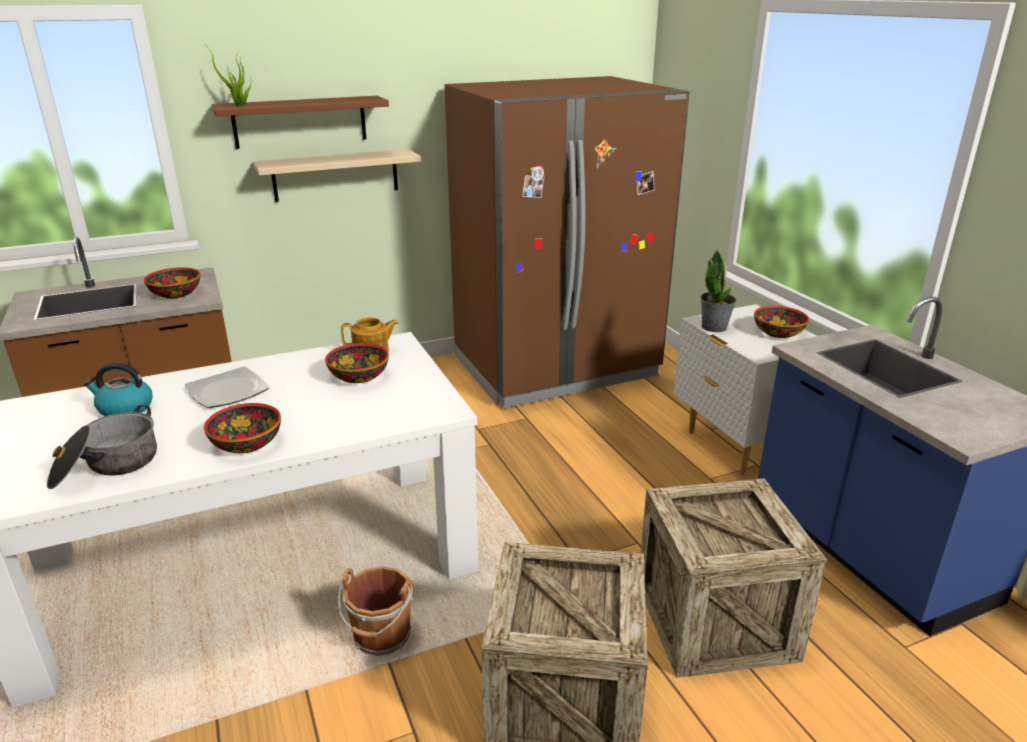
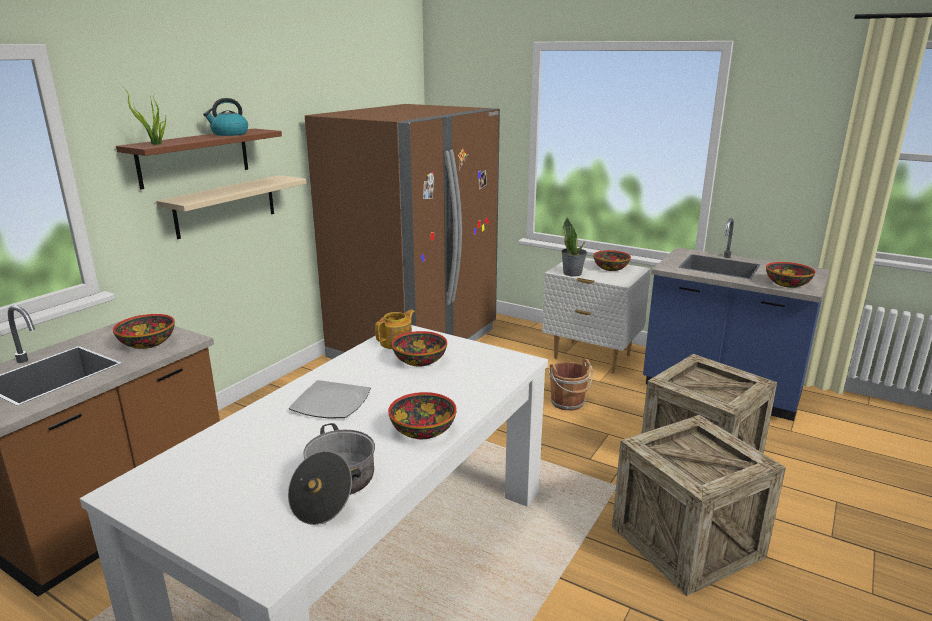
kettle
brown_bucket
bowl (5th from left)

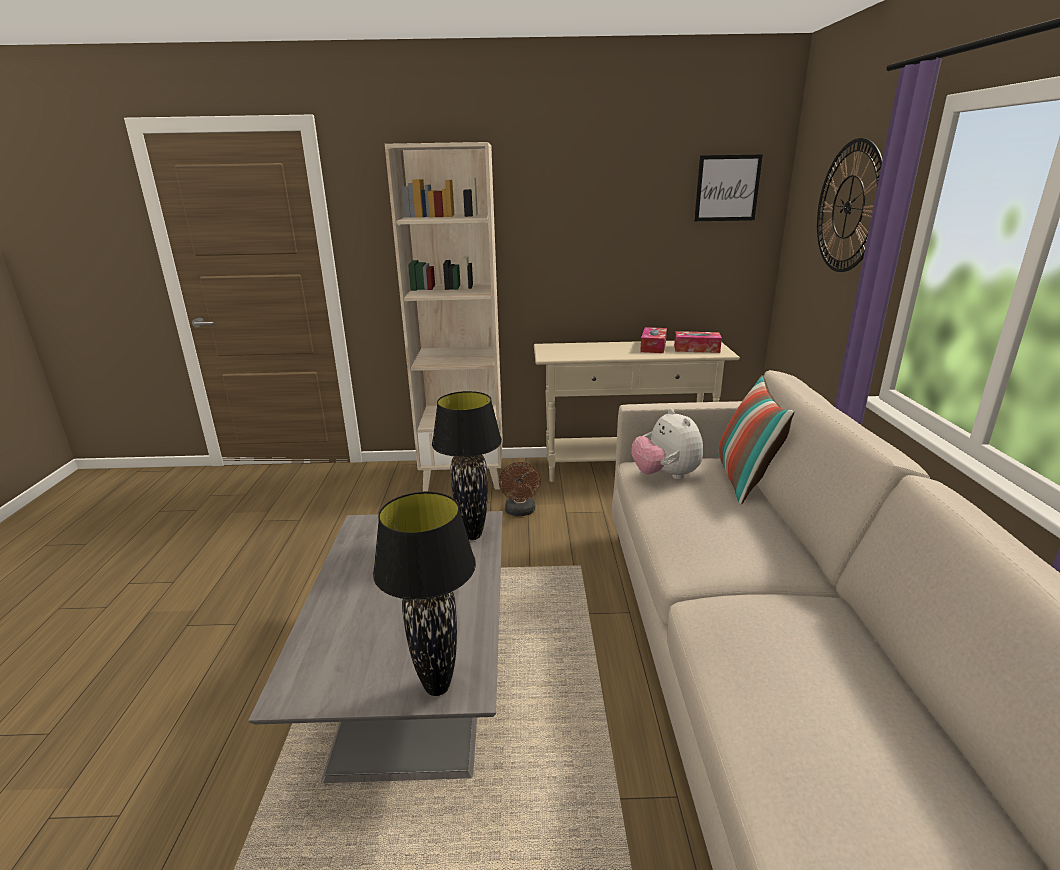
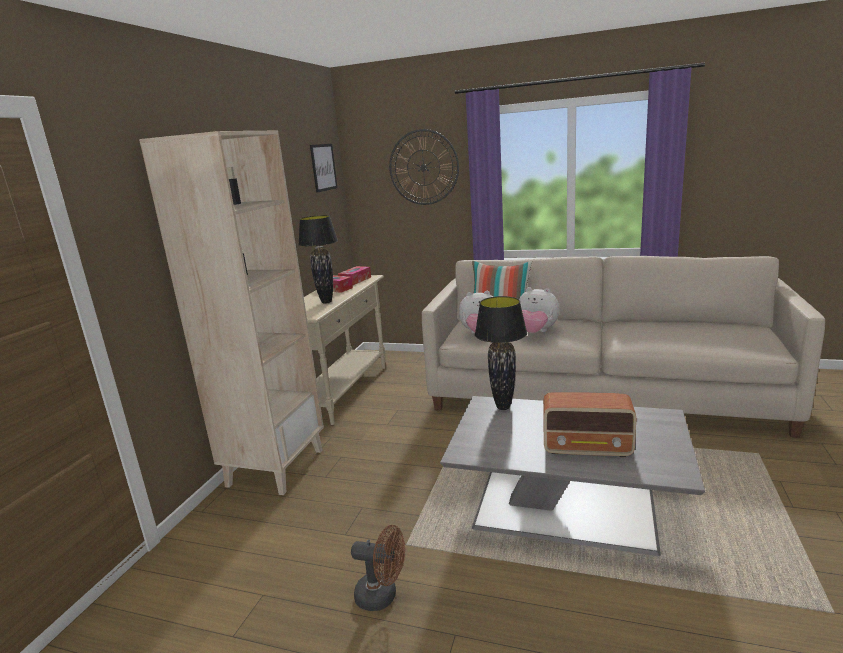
black_table_lamp (1st from left)
brown_fan
plush_toy (2nd from left)
radio

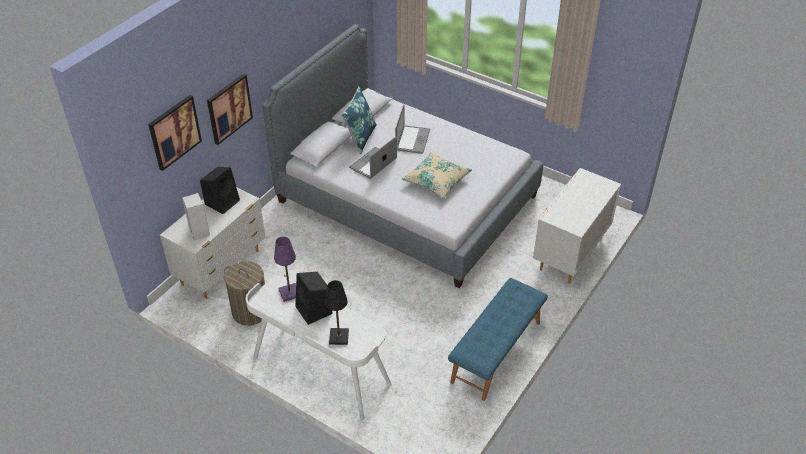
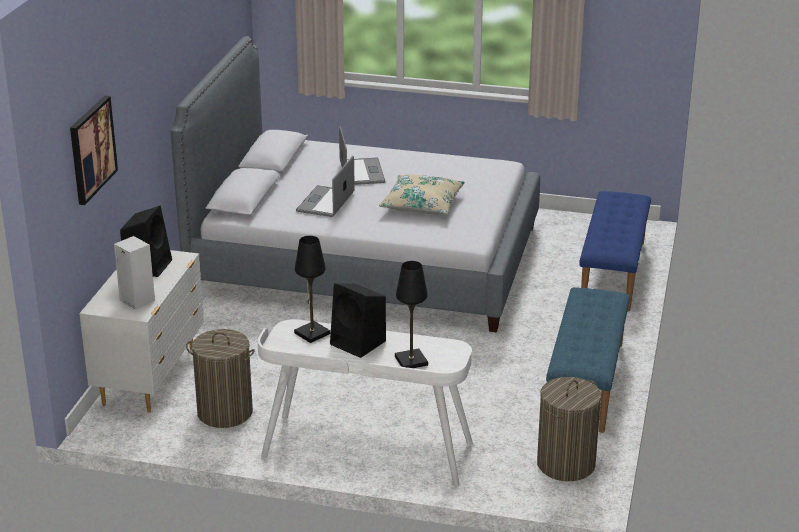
black_table_lamp (1st from left)
laundry_basket (2nd from left)
blue_bench (2nd from left)
picture (2nd from left in the first image)
blue_pillow

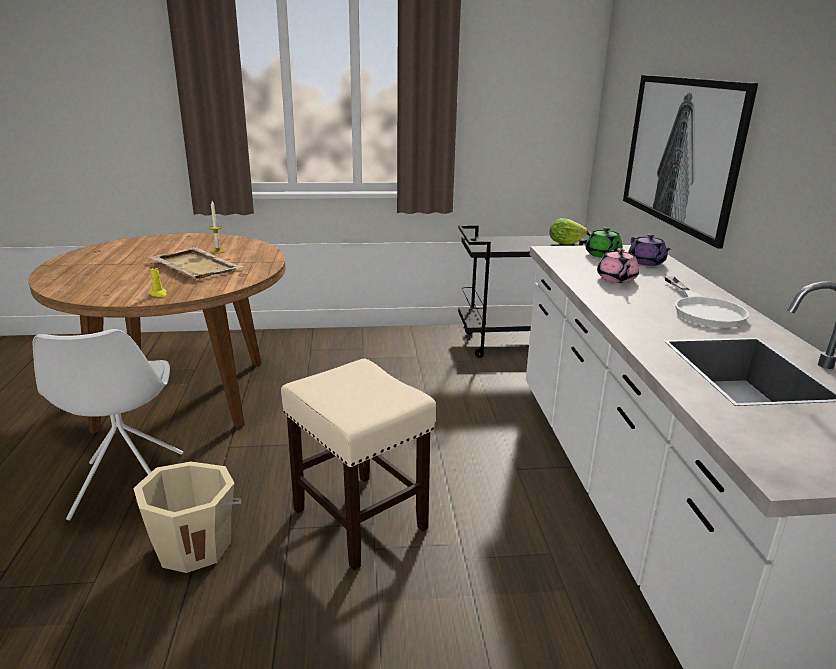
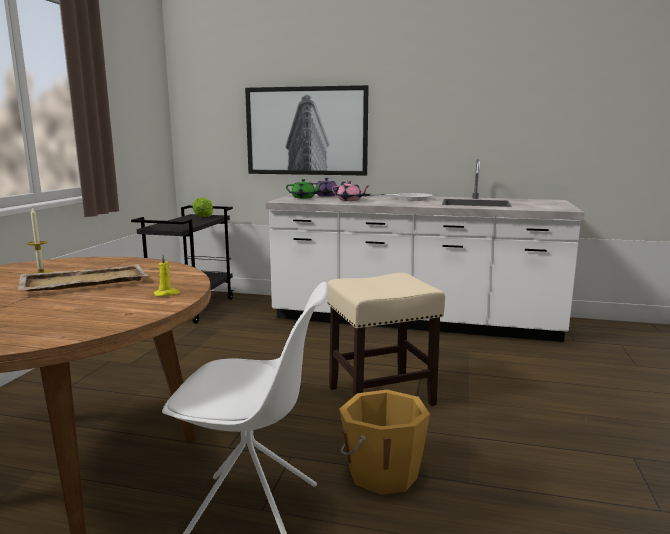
orange_bucket

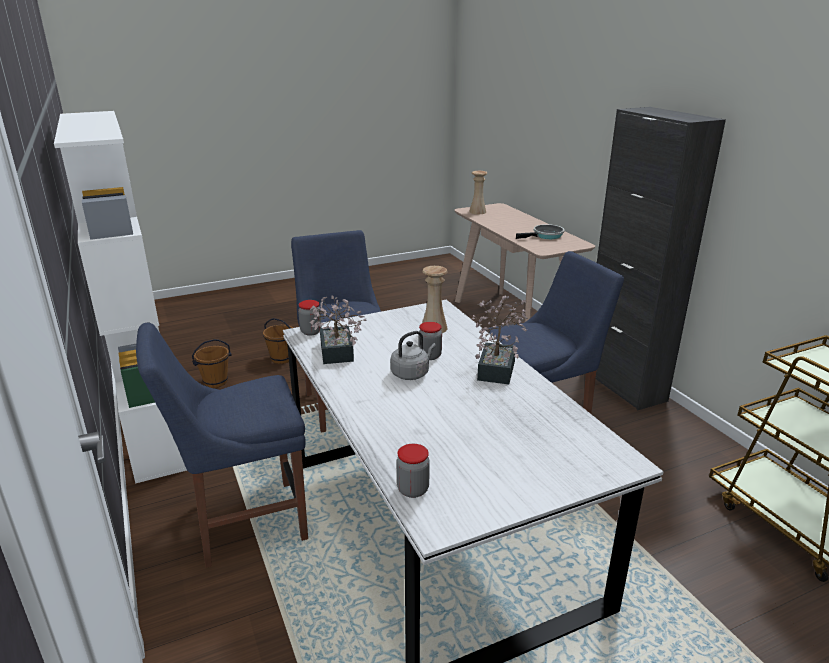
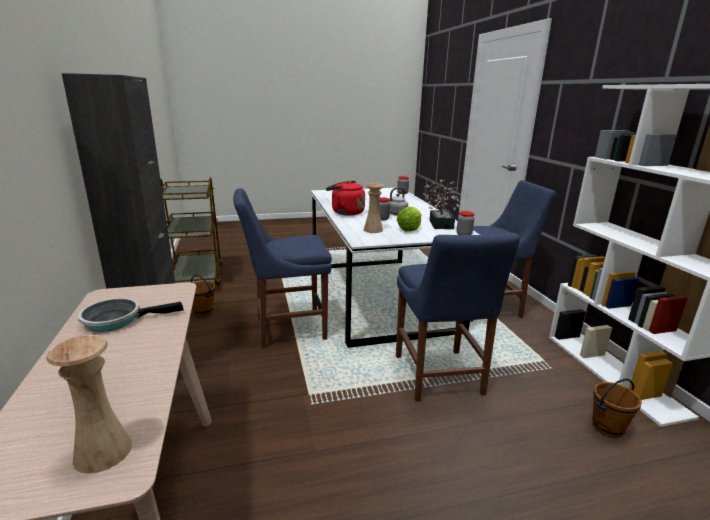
brown_bucket (1st from left)
red_kettle
lettuce

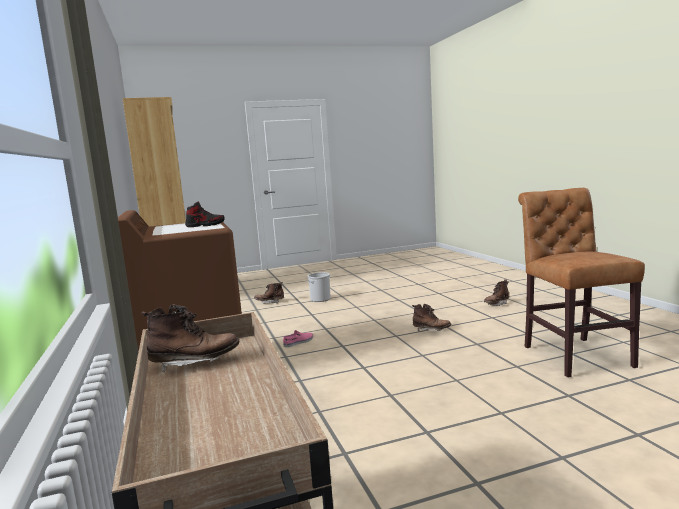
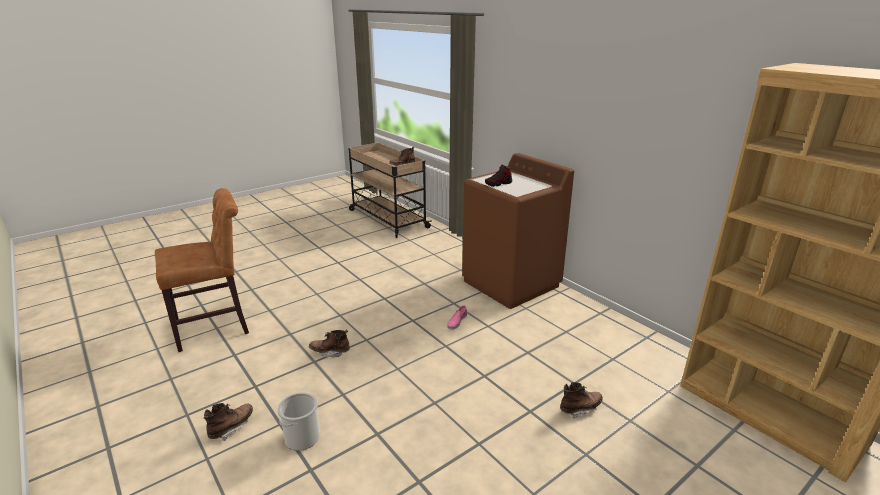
brown_chair
bucket

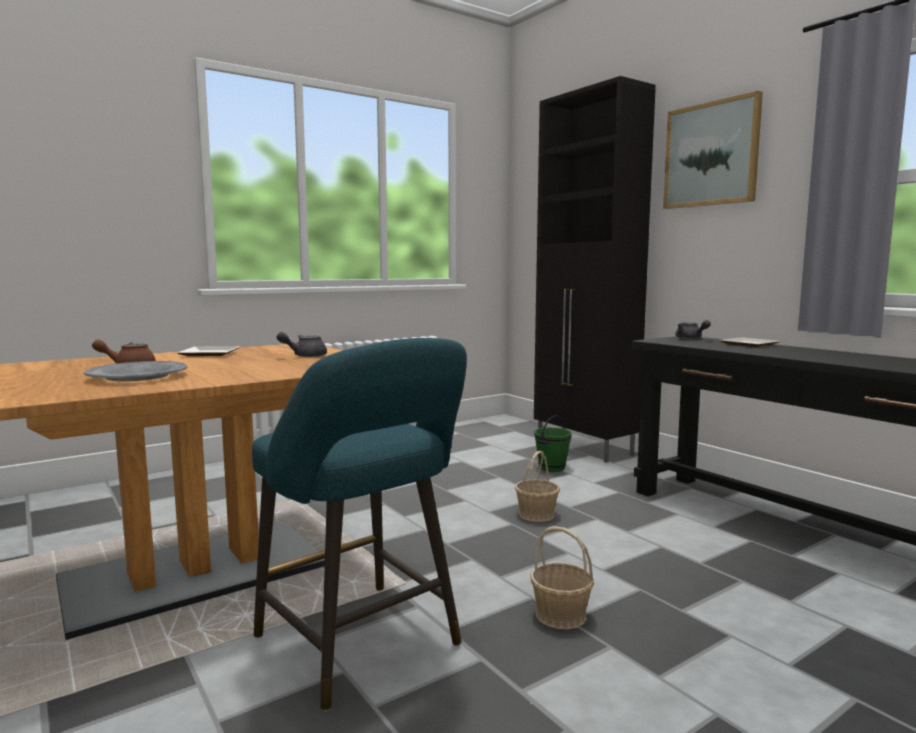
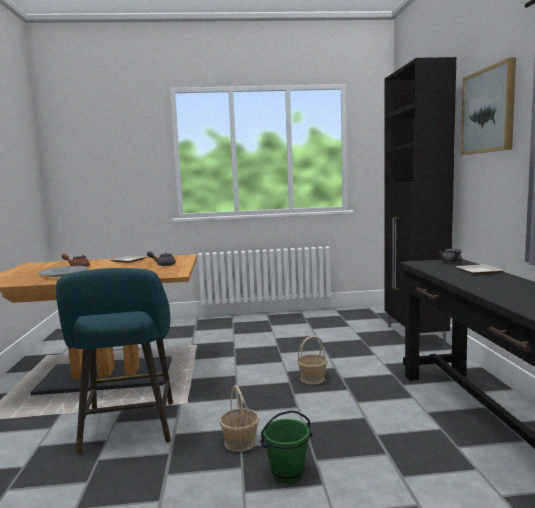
green_bucket

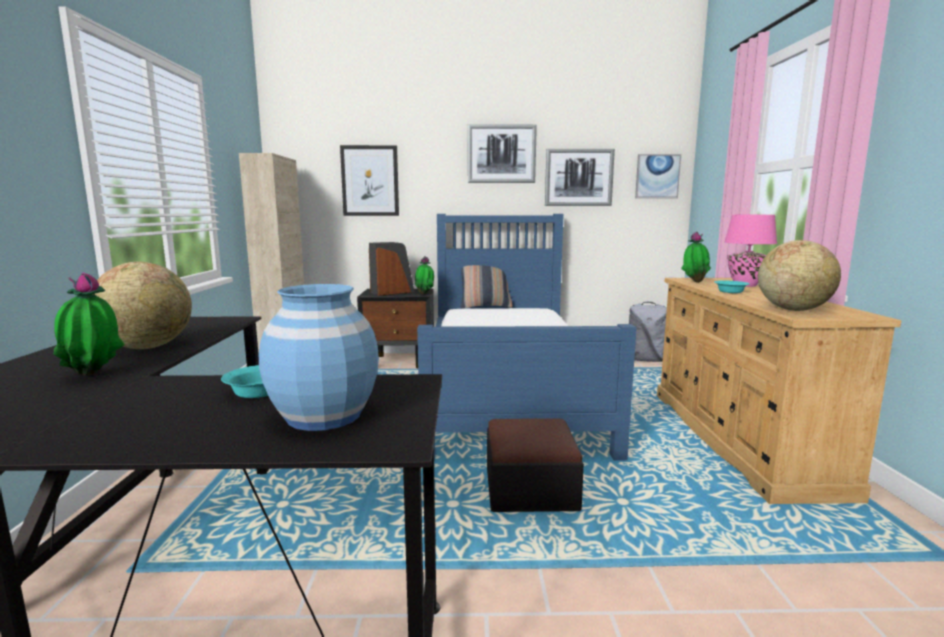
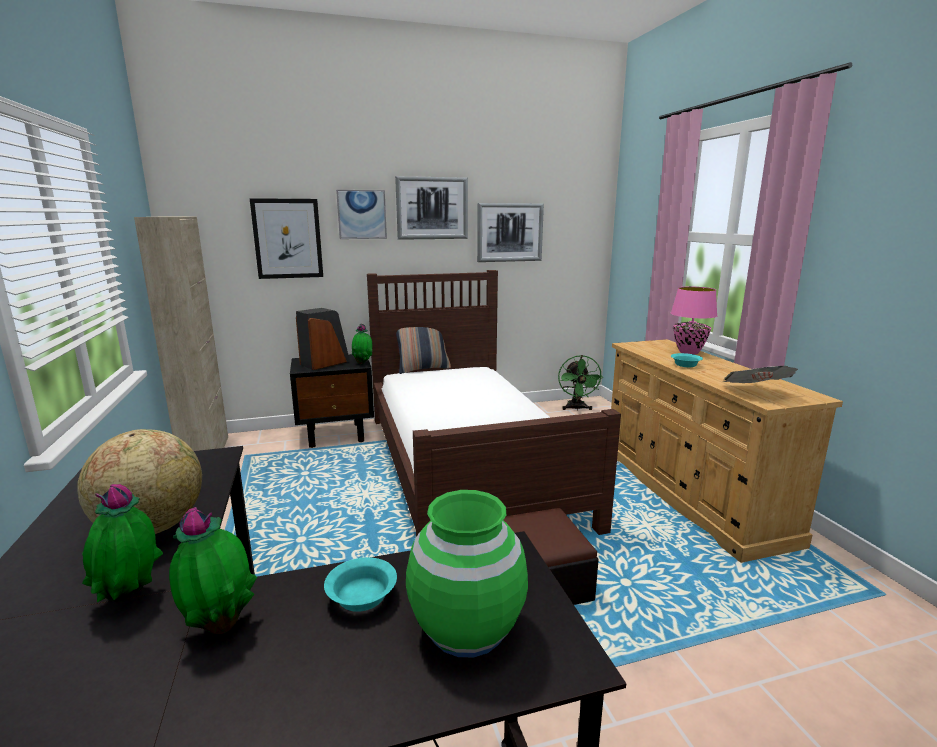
potted_plant (2nd from left)
picture (2nd from left)
brown_bed
green_vase
green_fan
newspaper

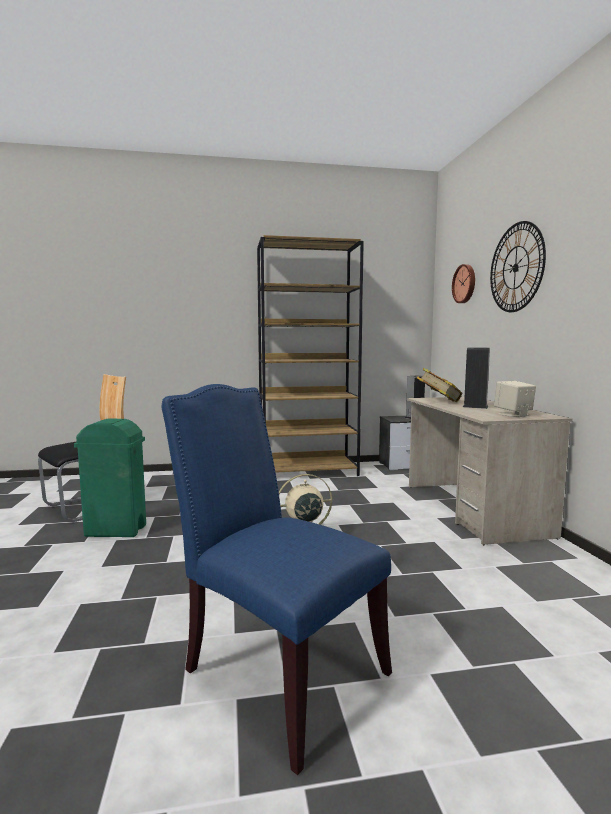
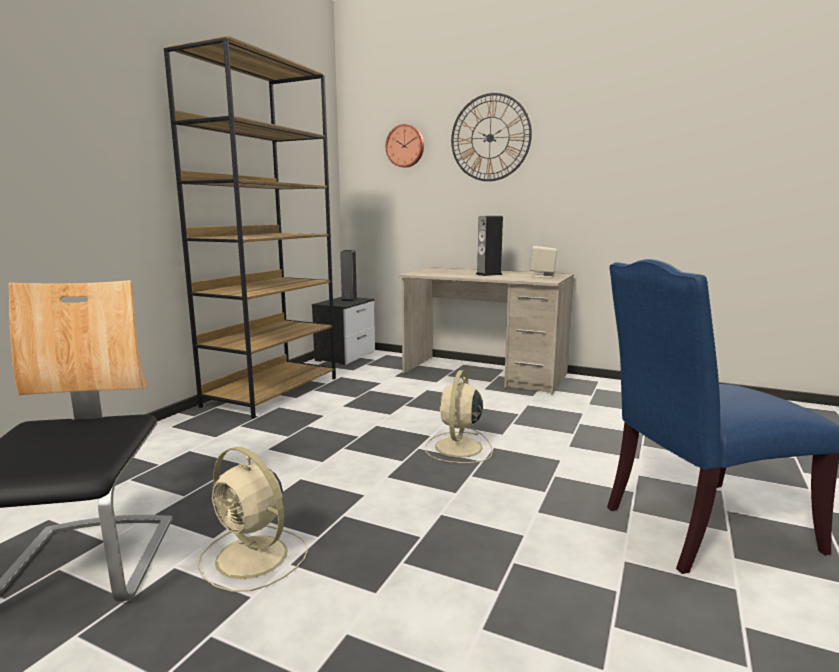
beige_fan (1st from left)
book

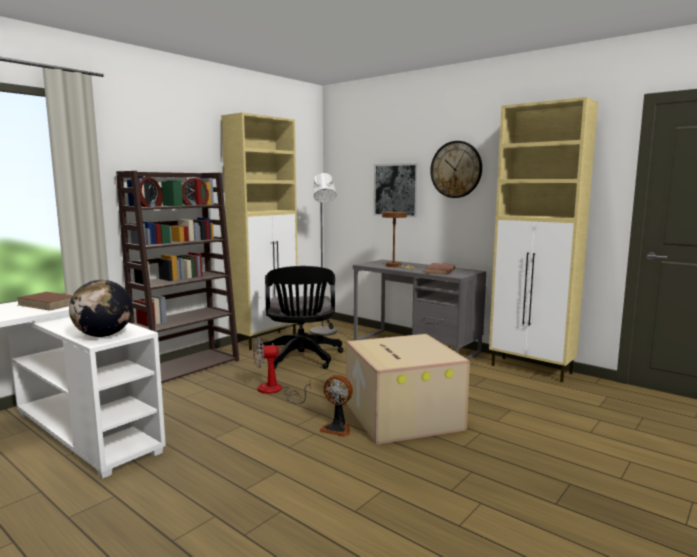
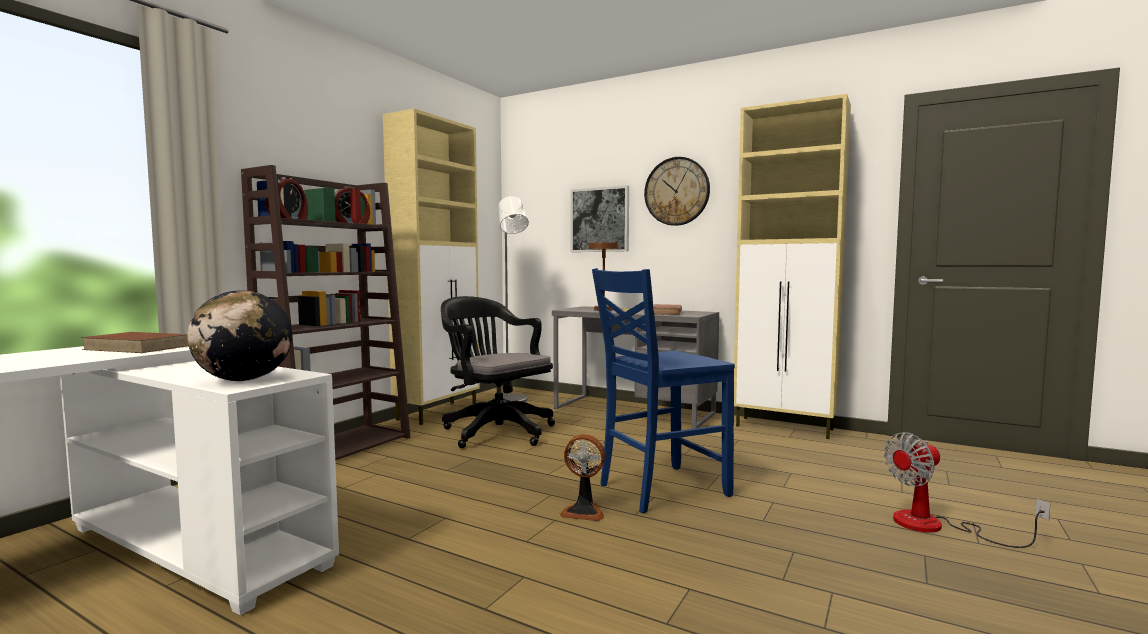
black_office_chair
blue_chair
fan (2nd from left)

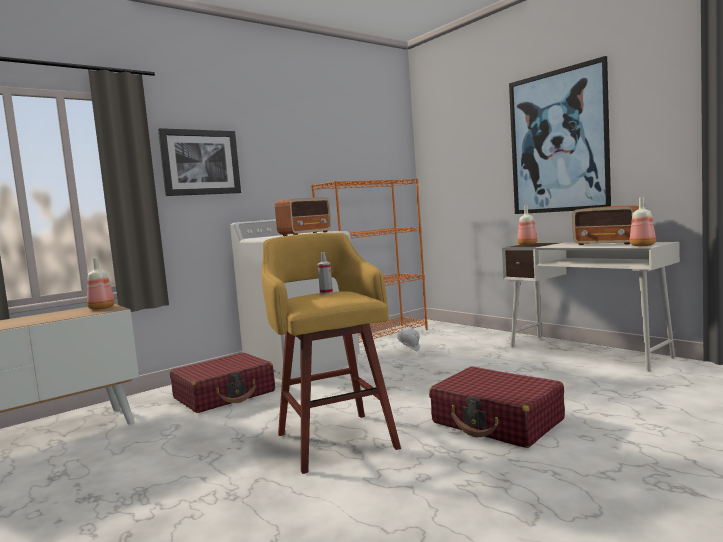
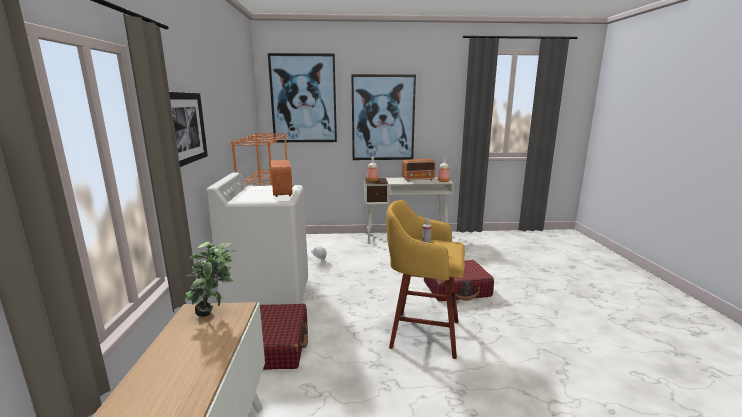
potted_plant
picture (2nd from left)

